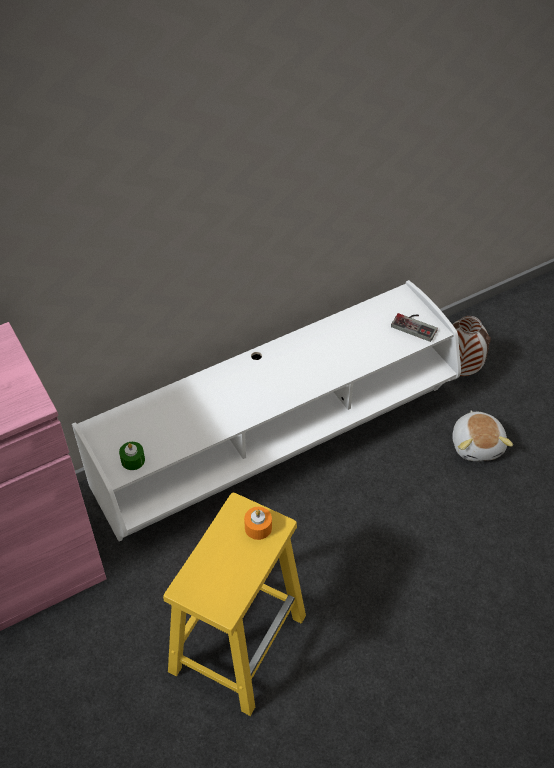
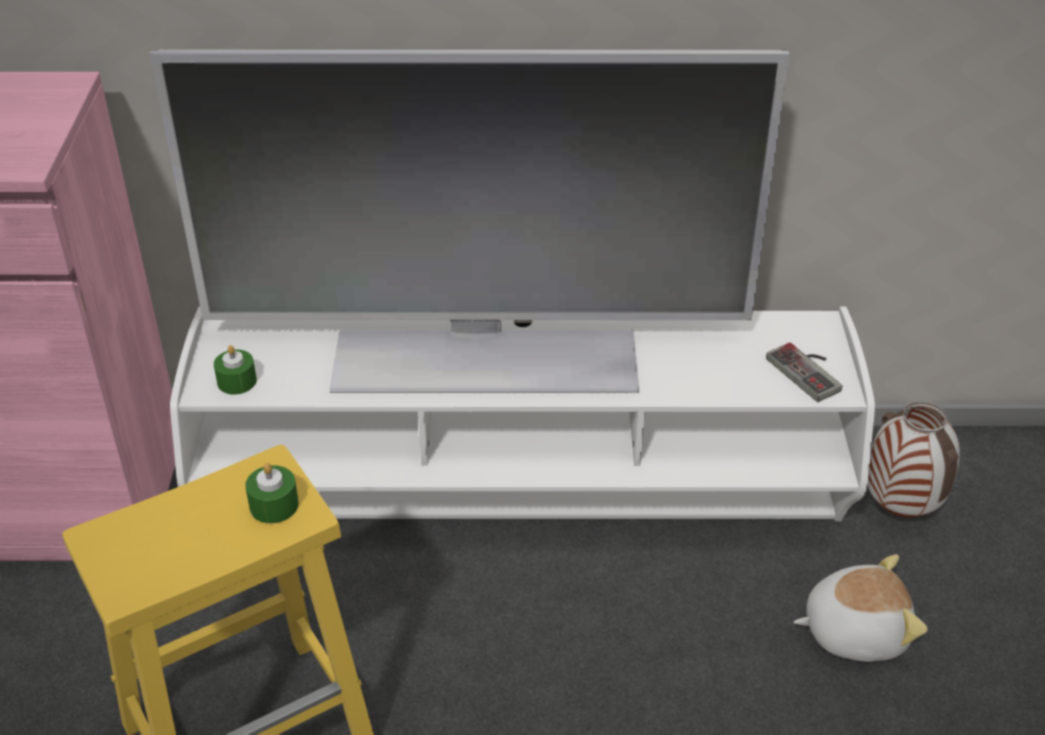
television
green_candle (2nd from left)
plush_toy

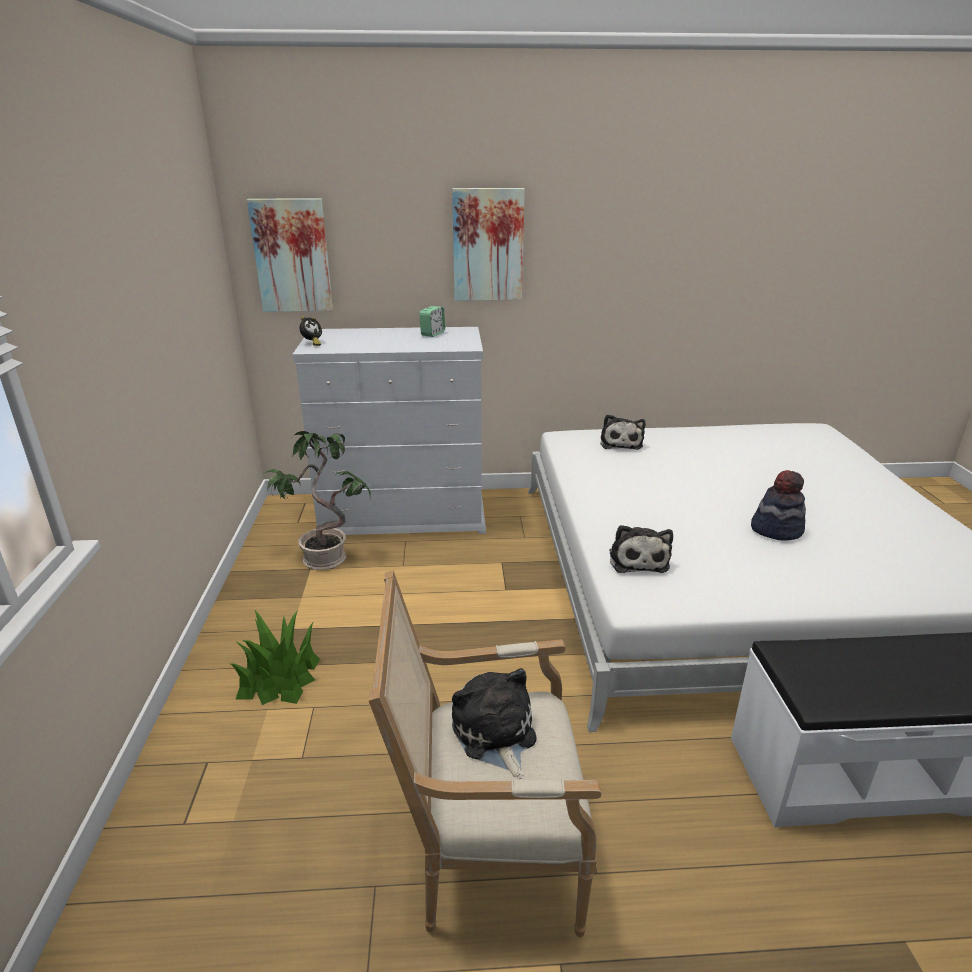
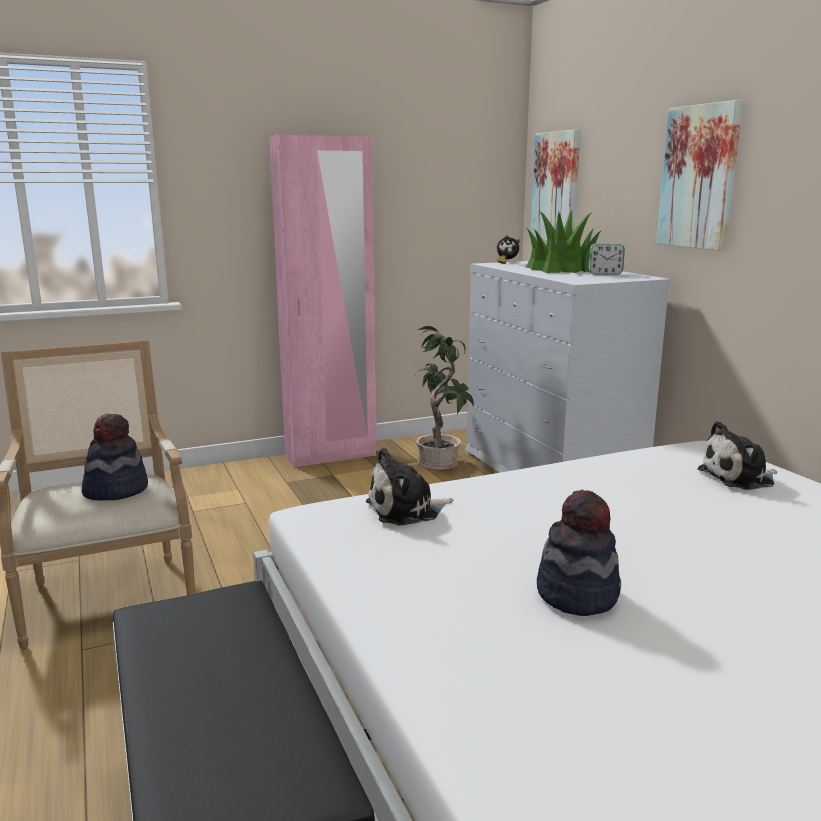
hat (1st from left)
pink_wardrobe
potted_plant (2nd from left)

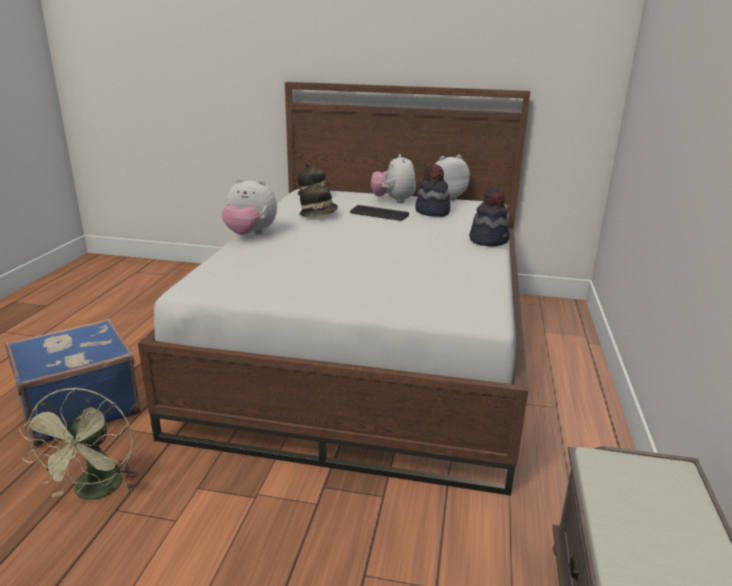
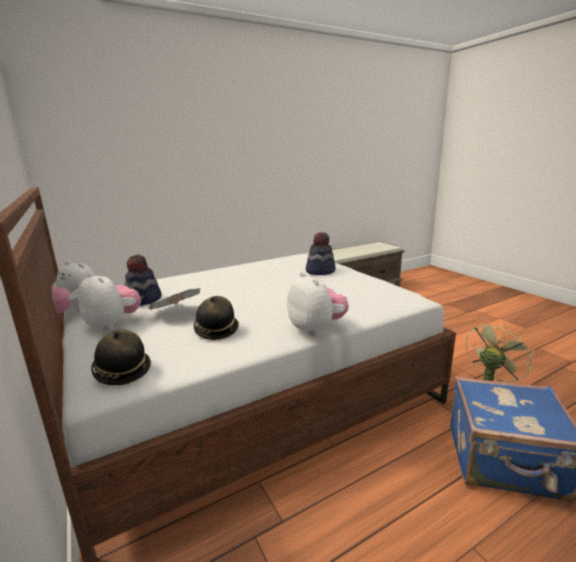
plush_toy (2nd from left)
newspaper
hat (4th from left)

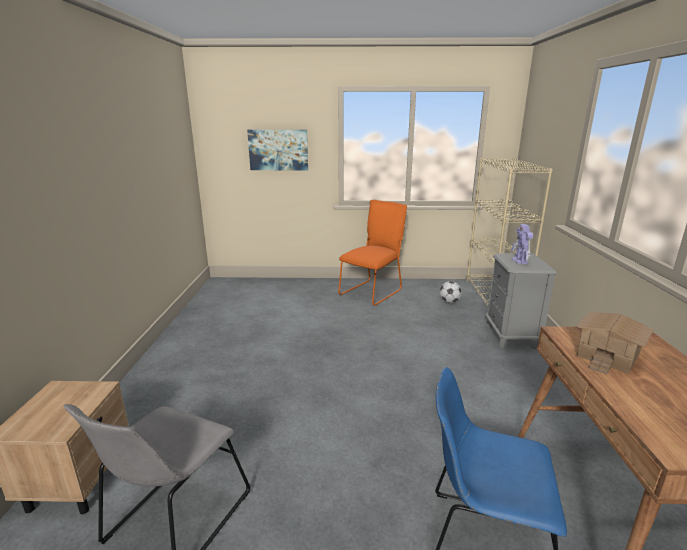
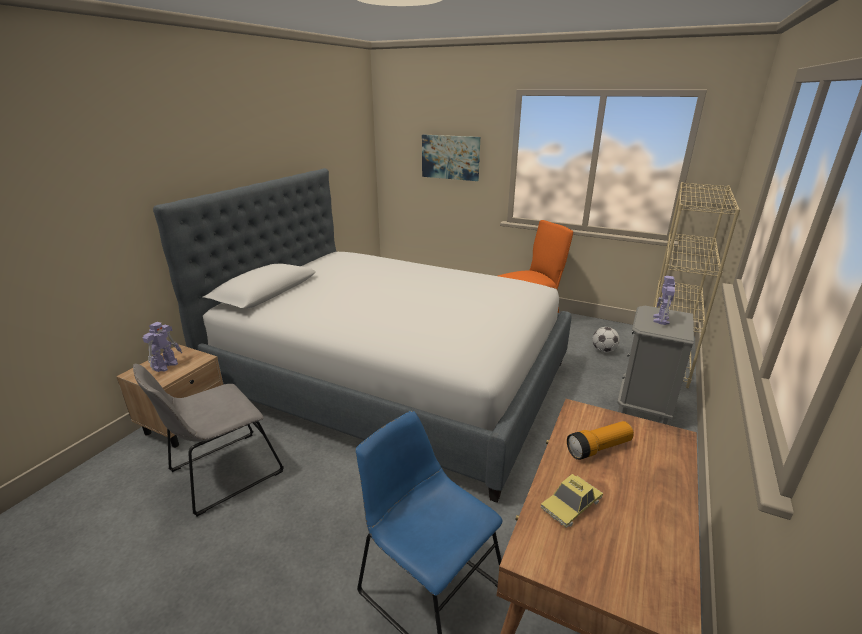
toy_robot (1st from left)
bed
toy_car
flashlight

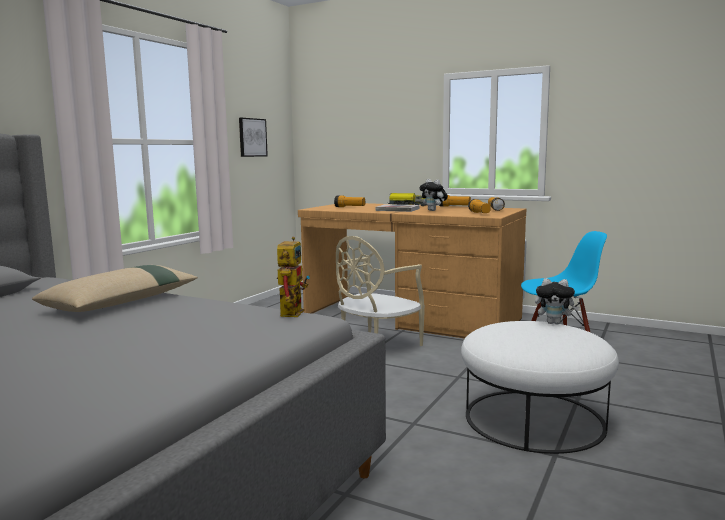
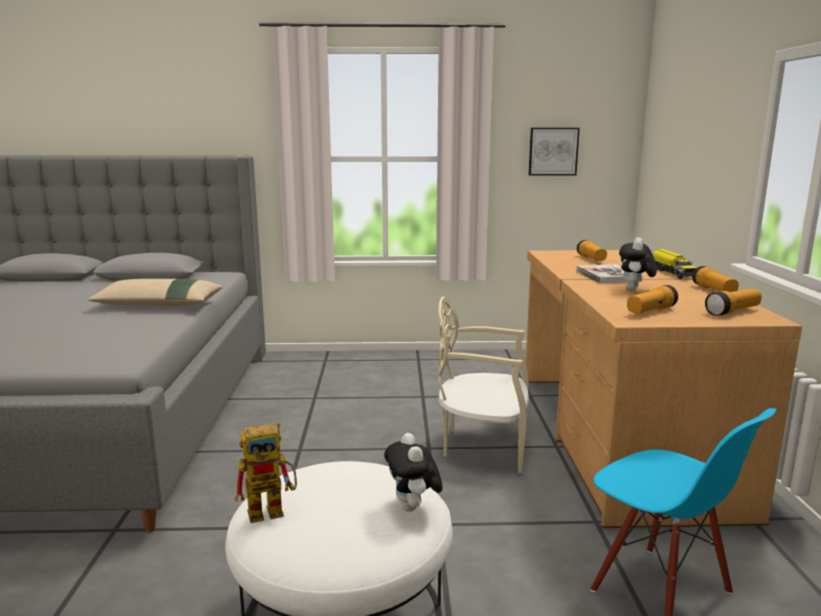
toy_robot

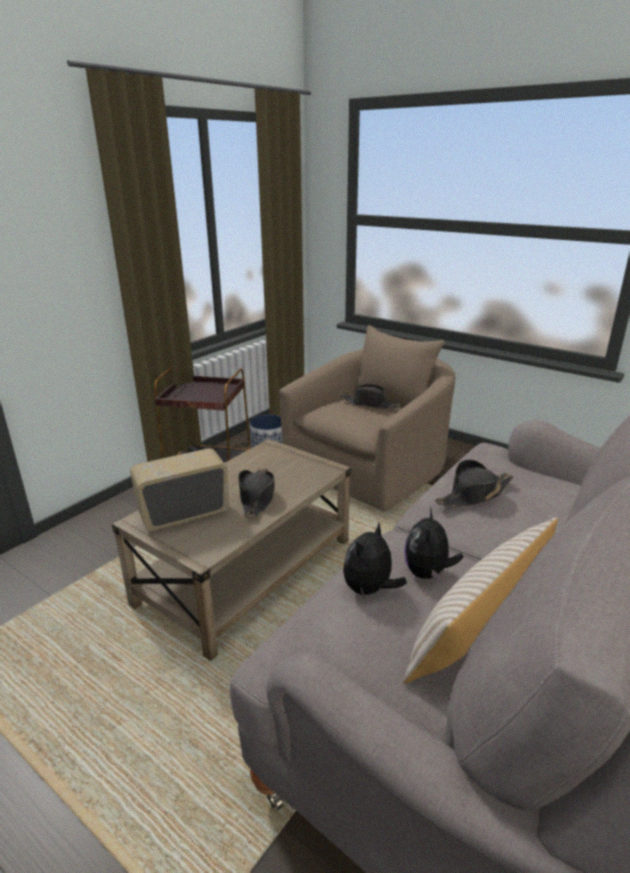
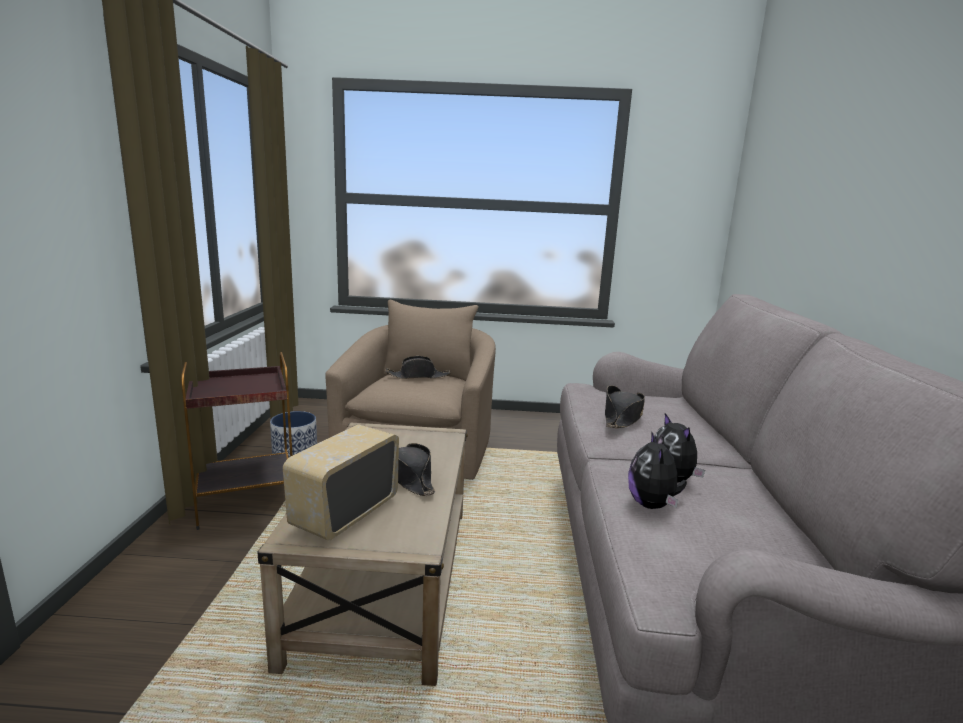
beige_pillow

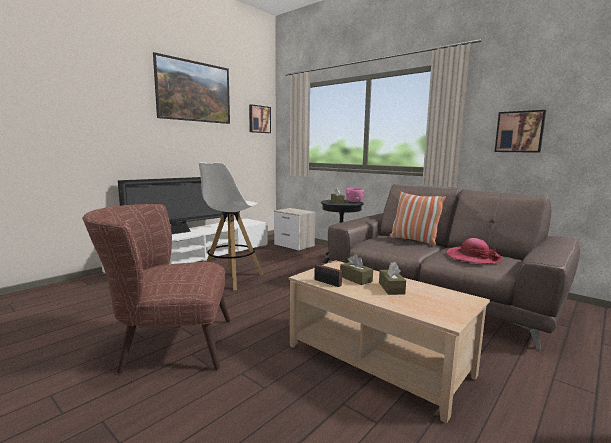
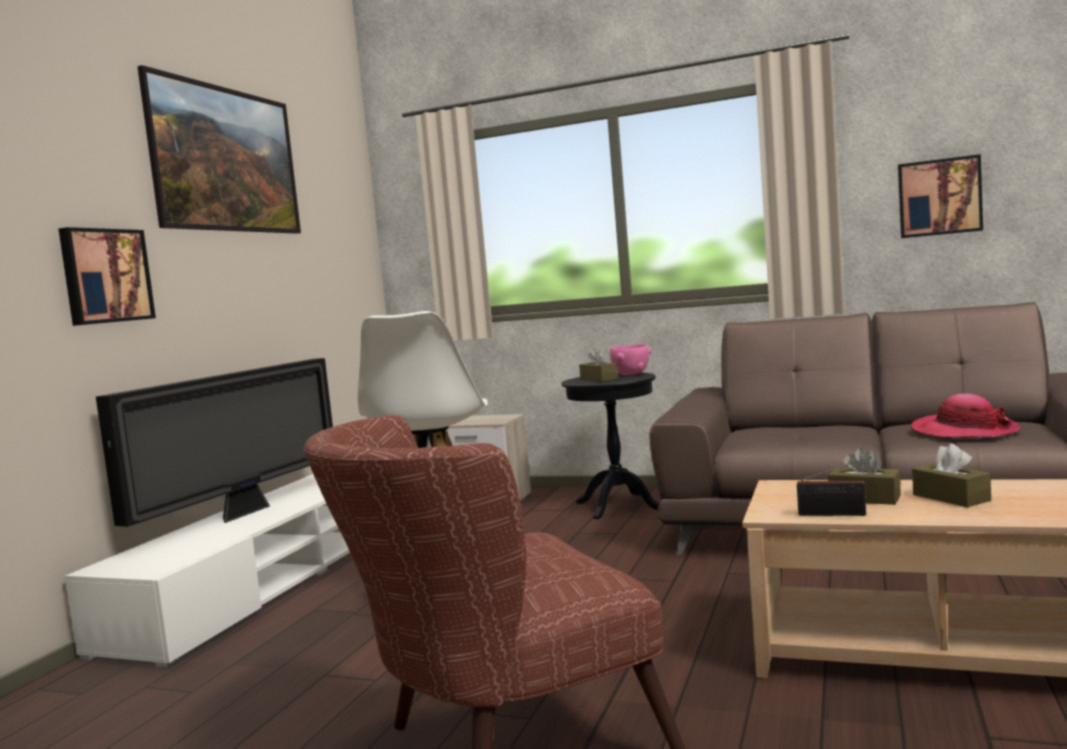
picture (1st from left)
pillow

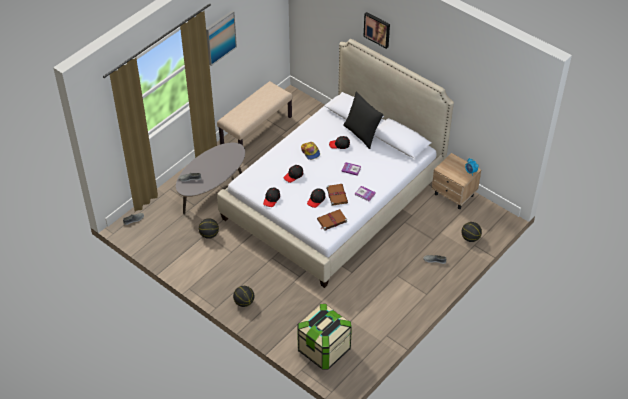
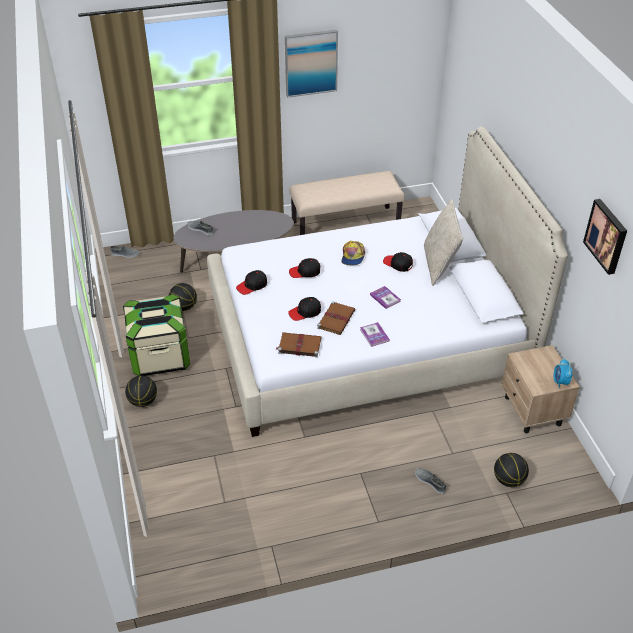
storage_box
beige_pillow
picture (2nd from left)

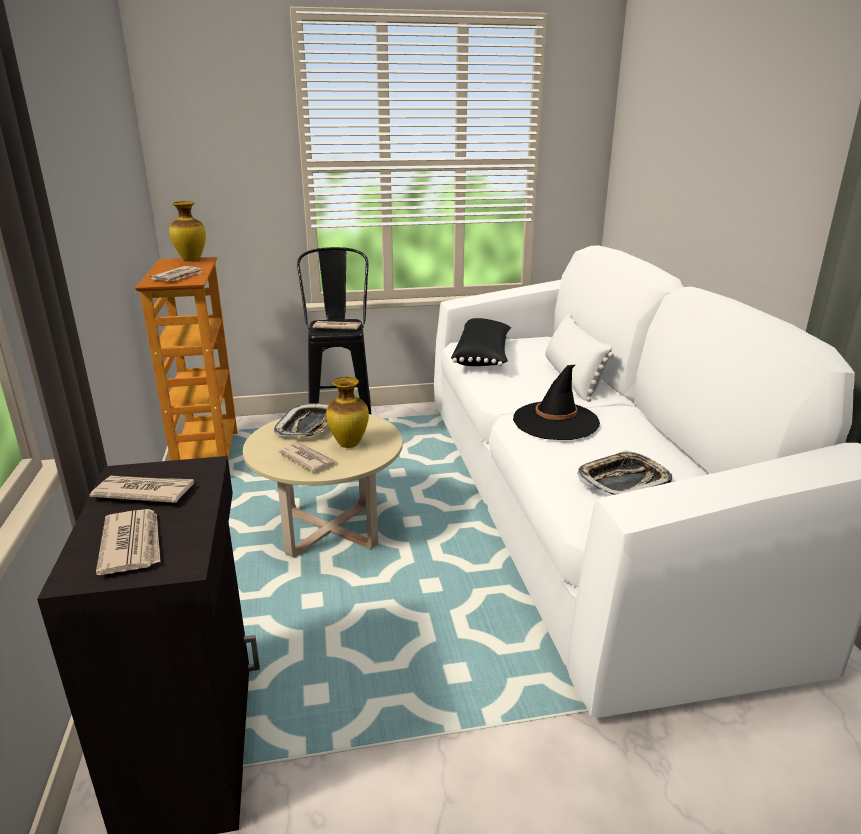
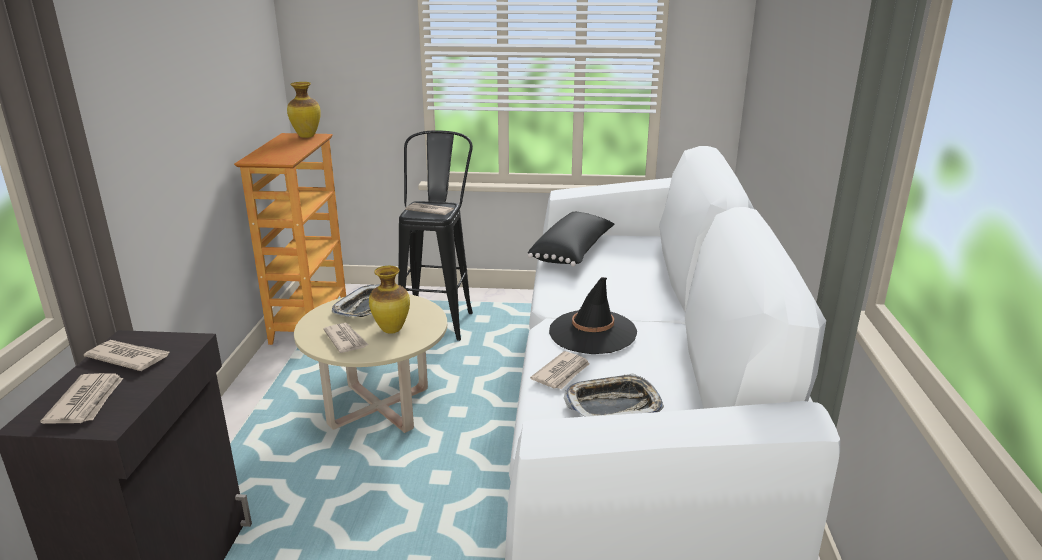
newspaper (5th from left)
white_pillow

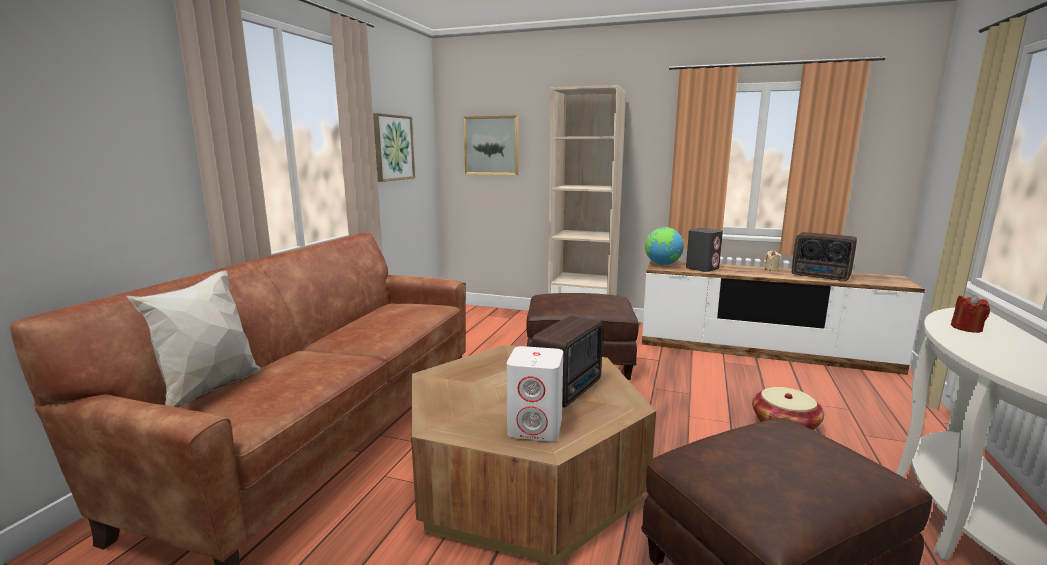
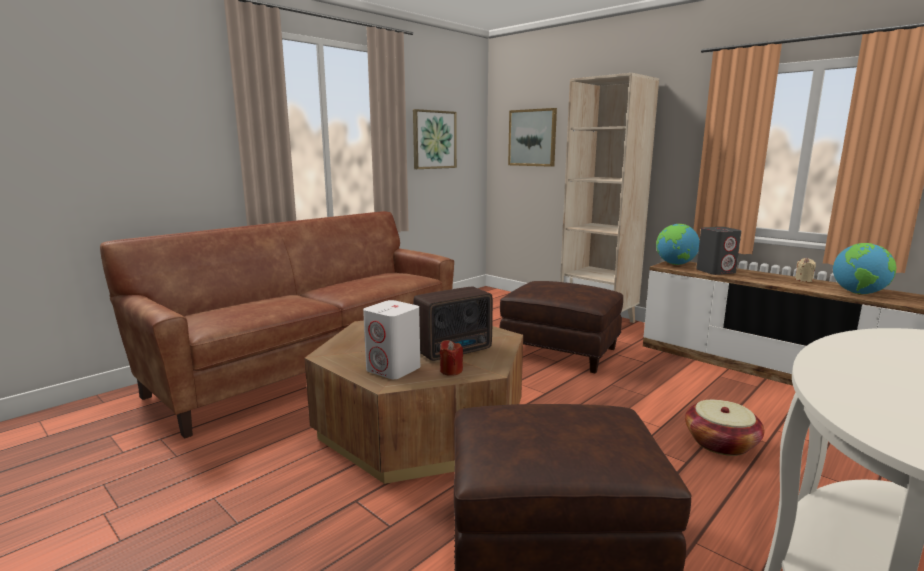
red_candle
globe (2nd from left)
white_pillow

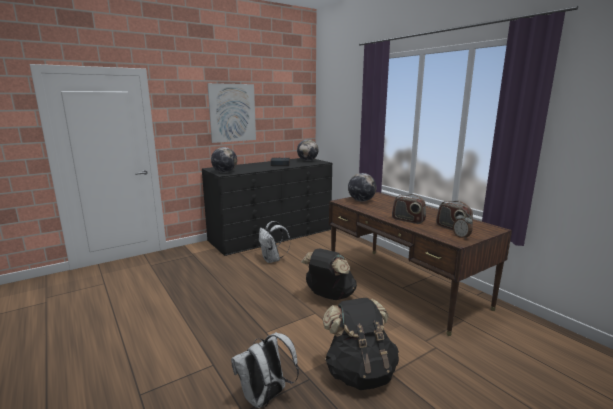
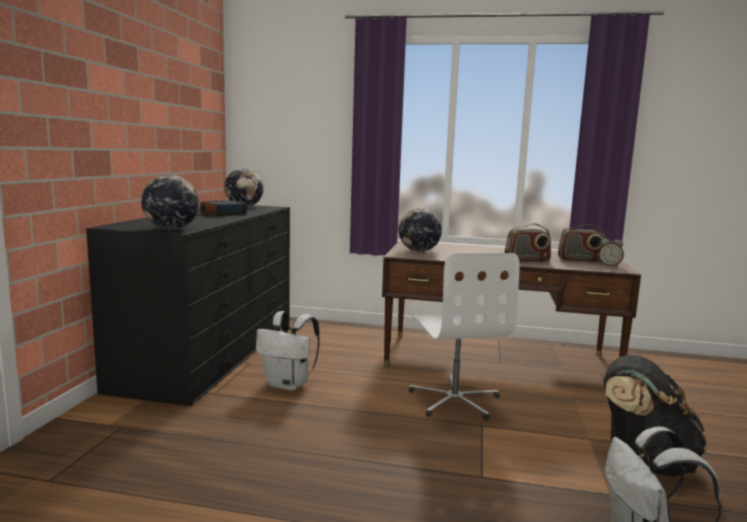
white_office_chair
picture

